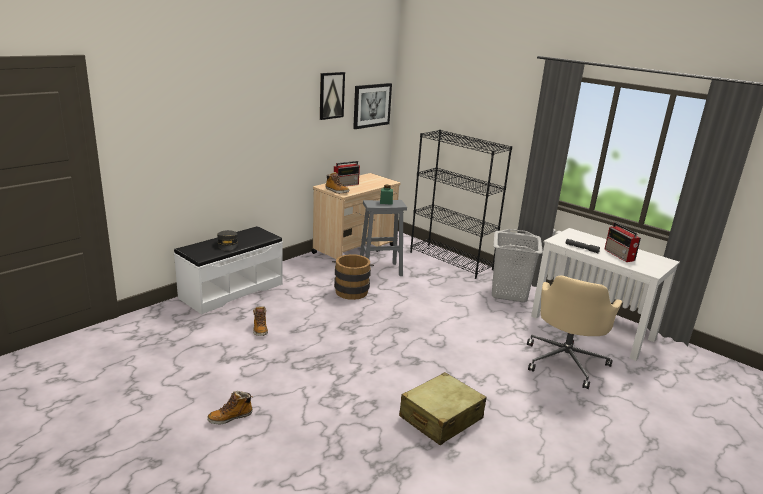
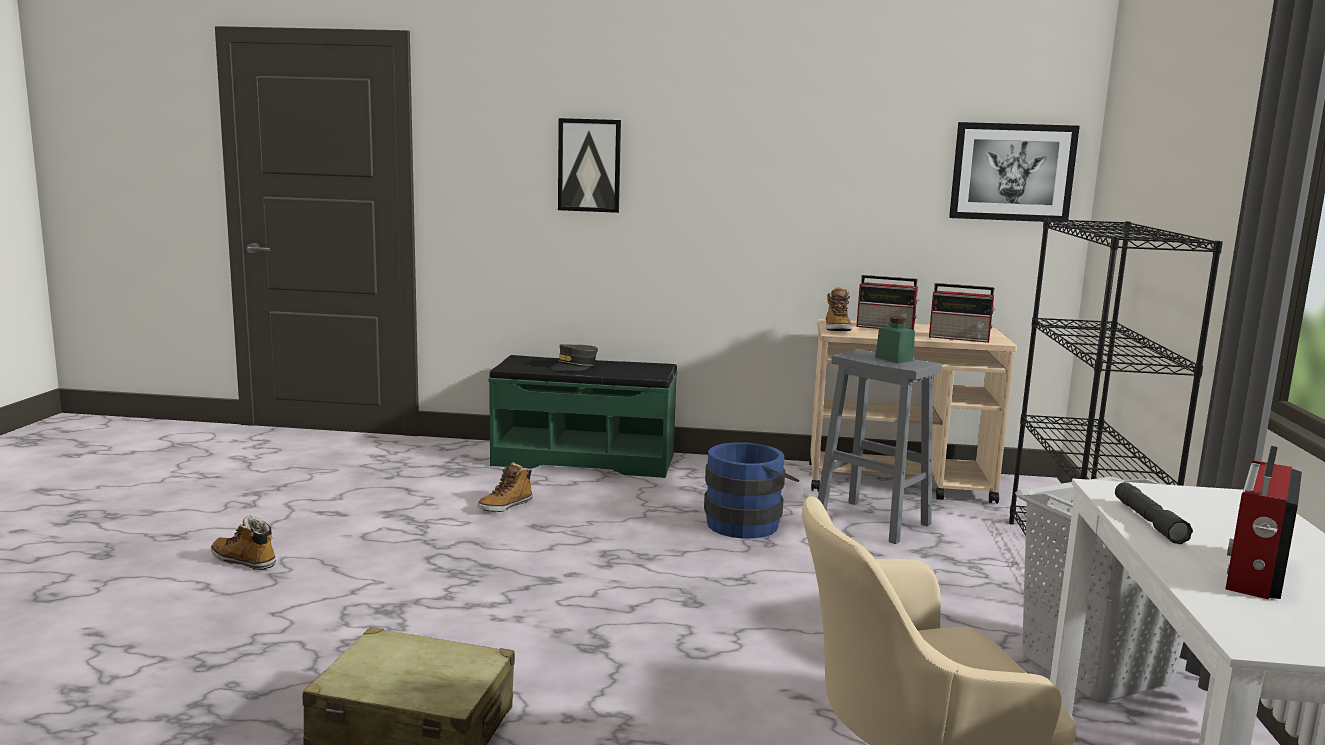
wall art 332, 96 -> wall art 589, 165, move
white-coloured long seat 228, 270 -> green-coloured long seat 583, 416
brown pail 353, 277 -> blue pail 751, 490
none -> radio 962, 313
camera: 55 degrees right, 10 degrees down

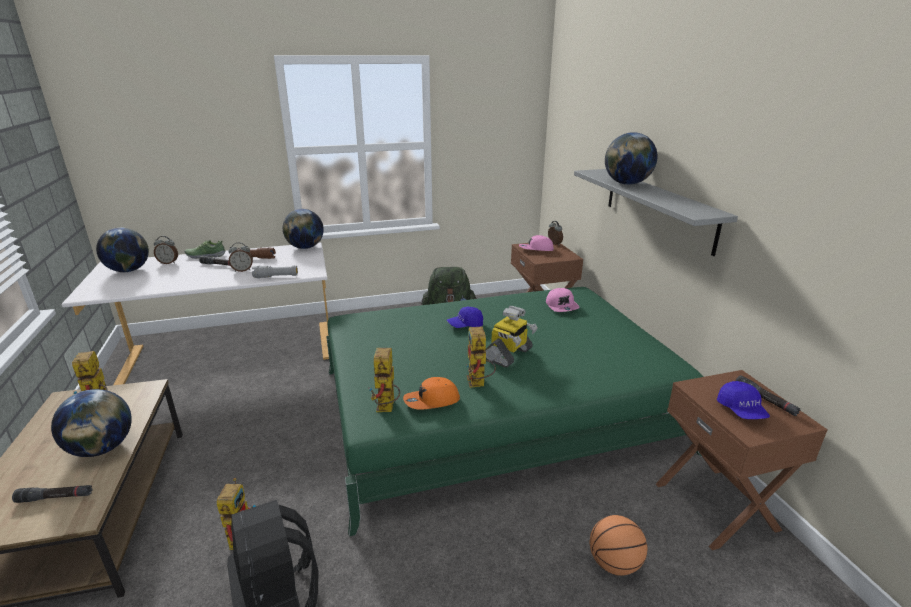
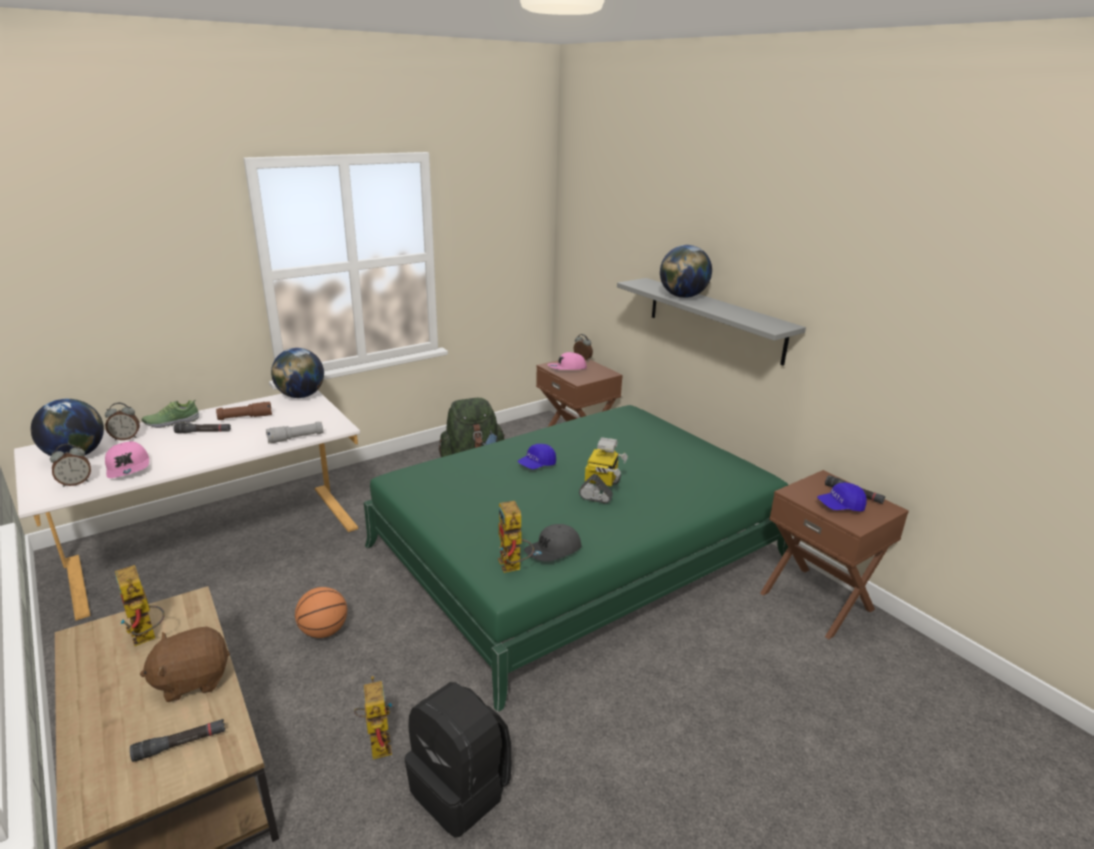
bedside clock 240, 257 -> bedside clock 70, 465, move
pinkish baseball cap 562, 300 -> pinkish baseball cap 127, 459, move
robot figure 481, 357 -> none
orange-coloured baseball cap 431, 393 -> grey baseball cap 552, 542
blue baseball cap 743, 400 -> blue baseball cap 842, 496, 105 degrees clockwise
globe 91, 423 -> brown plush toy 185, 664
ball for basketball 618, 545 -> ball for basketball 321, 612, move
camera: 20 degrees left, 0 degrees up

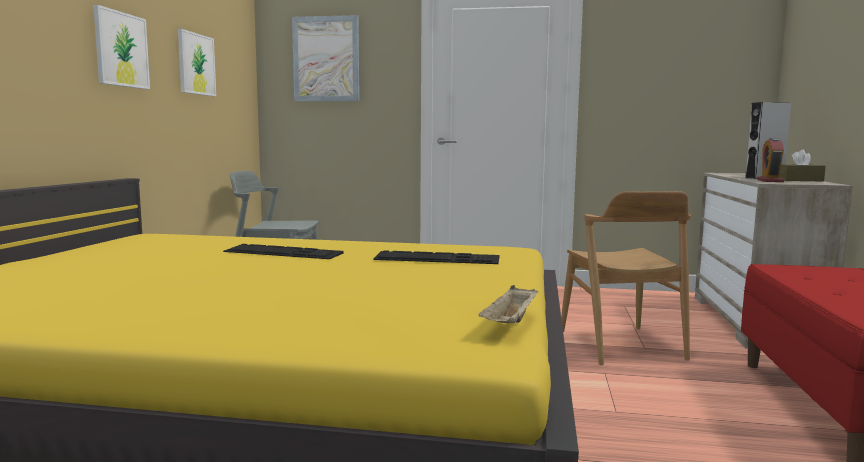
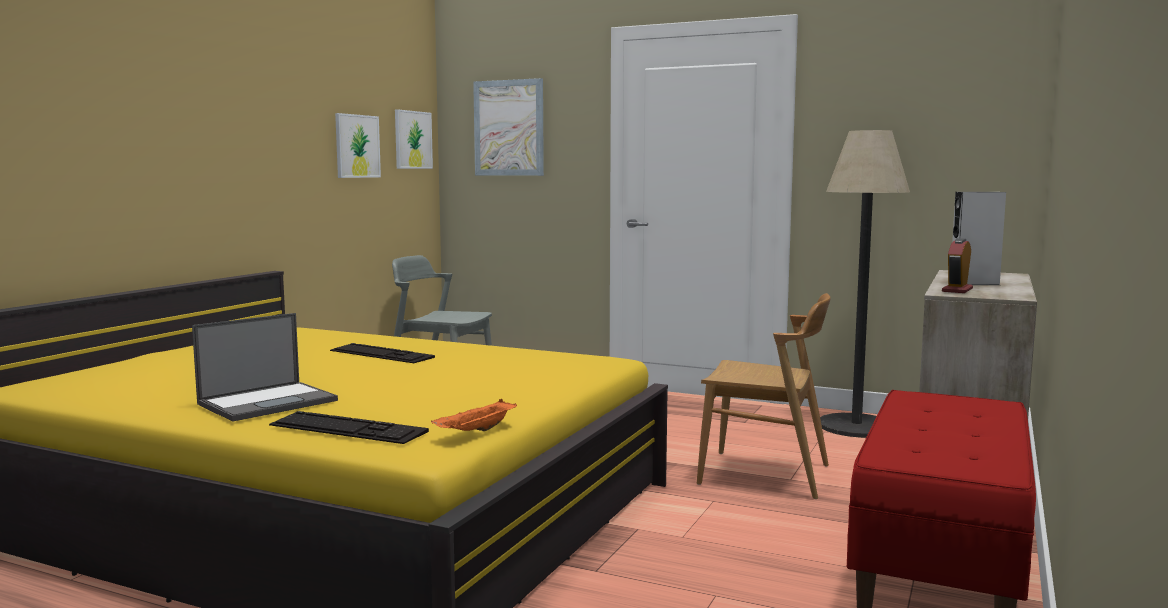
wall art 121, 47 -> wall art 414, 139, move
brown box of tissues 802, 165 -> none
brown chair 626, 278 -> brown chair 763, 396, 75 degrees counterclockwise
keyboard 436, 257 -> keyboard 349, 427, move
beige tray 508, 304 -> orange-coloured tray 474, 415
none -> standard lamp 865, 284
none -> notebook computer 265, 367
camera: 15 degrees right, 0 degrees up

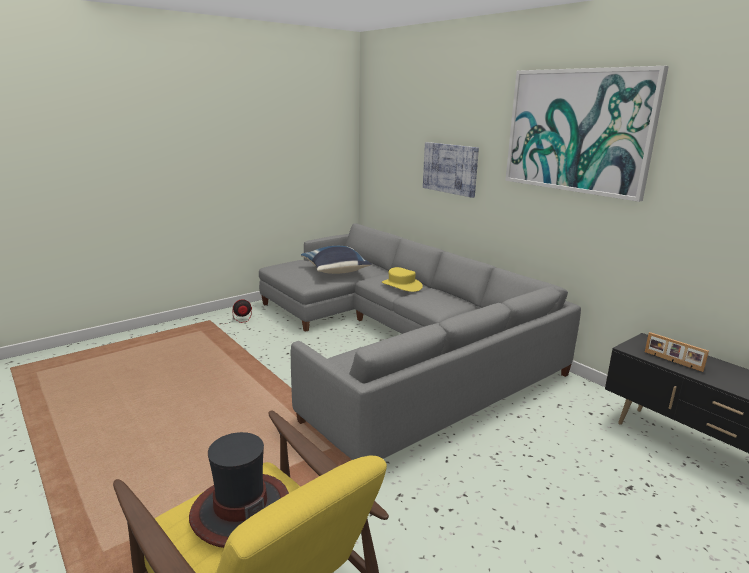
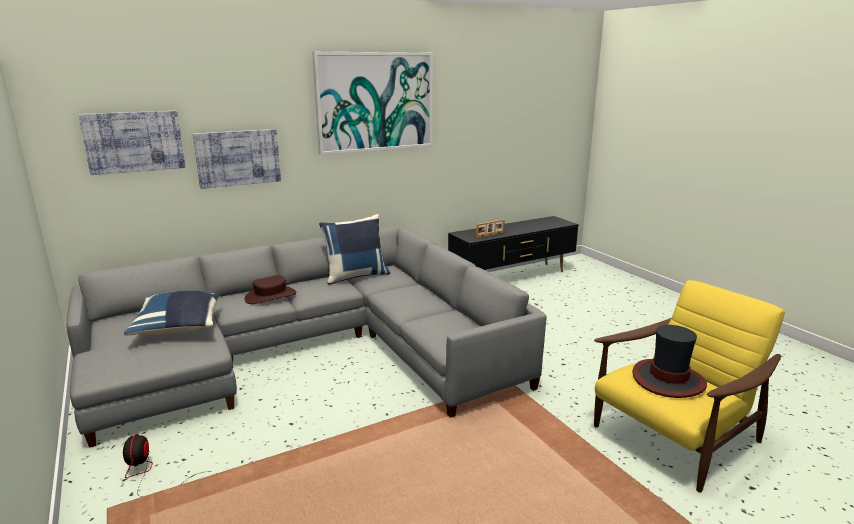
yellow-coloured clothing hat 402, 279 -> brown clothing hat 270, 289
none -> wall art 132, 143
none -> blue pillow 354, 249
camera: 80 degrees left, 0 degrees up

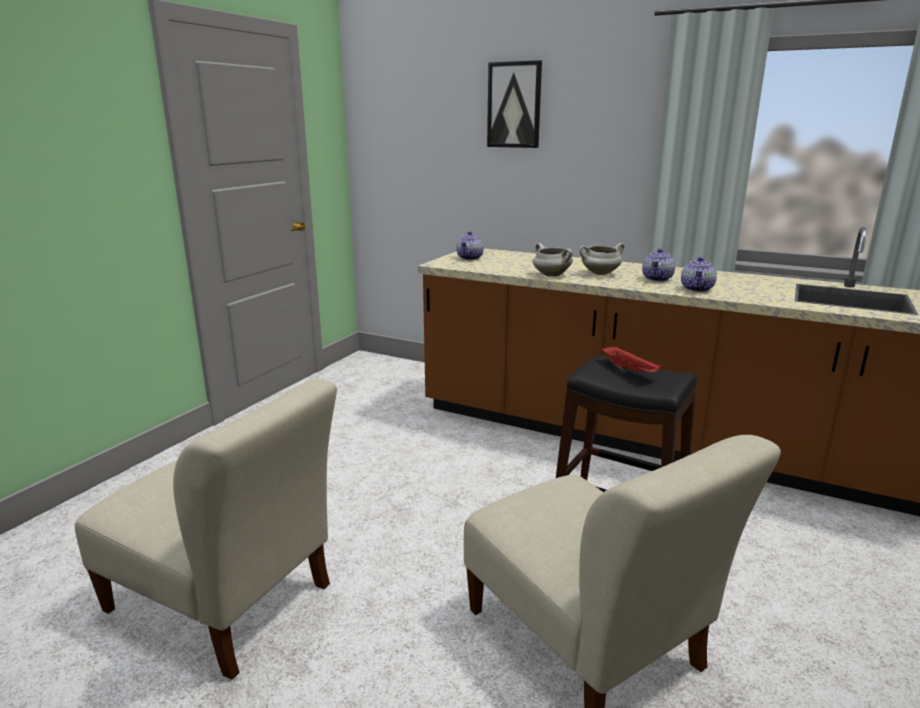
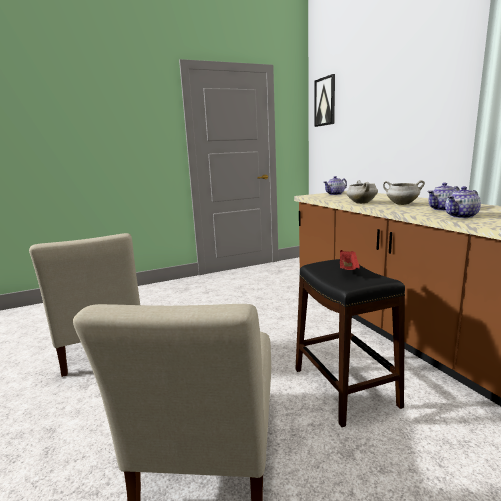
wall art 514, 104 -> wall art 324, 100, move
camera: 40 degrees right, 5 degrees down

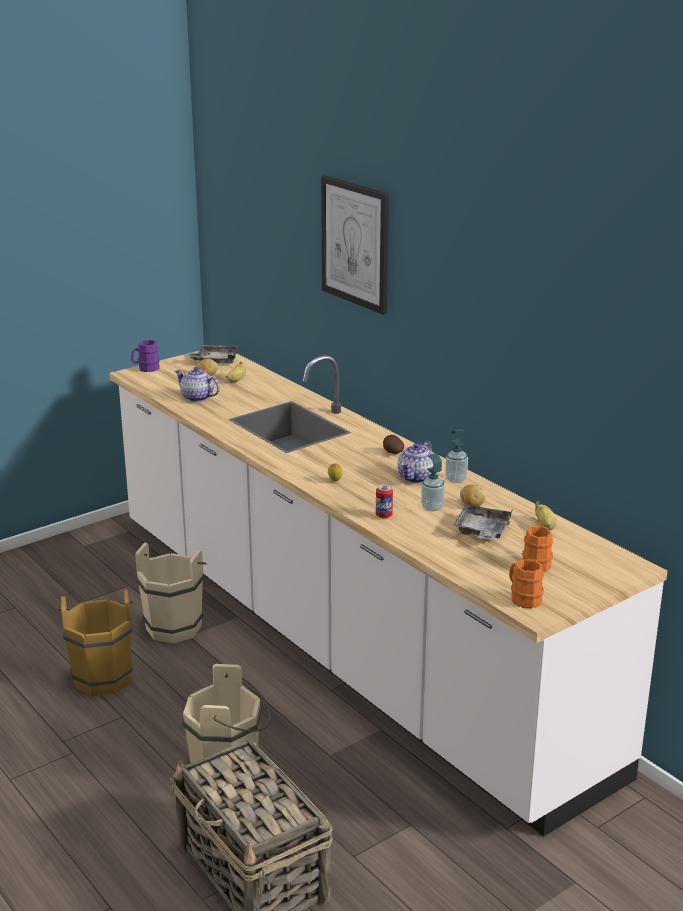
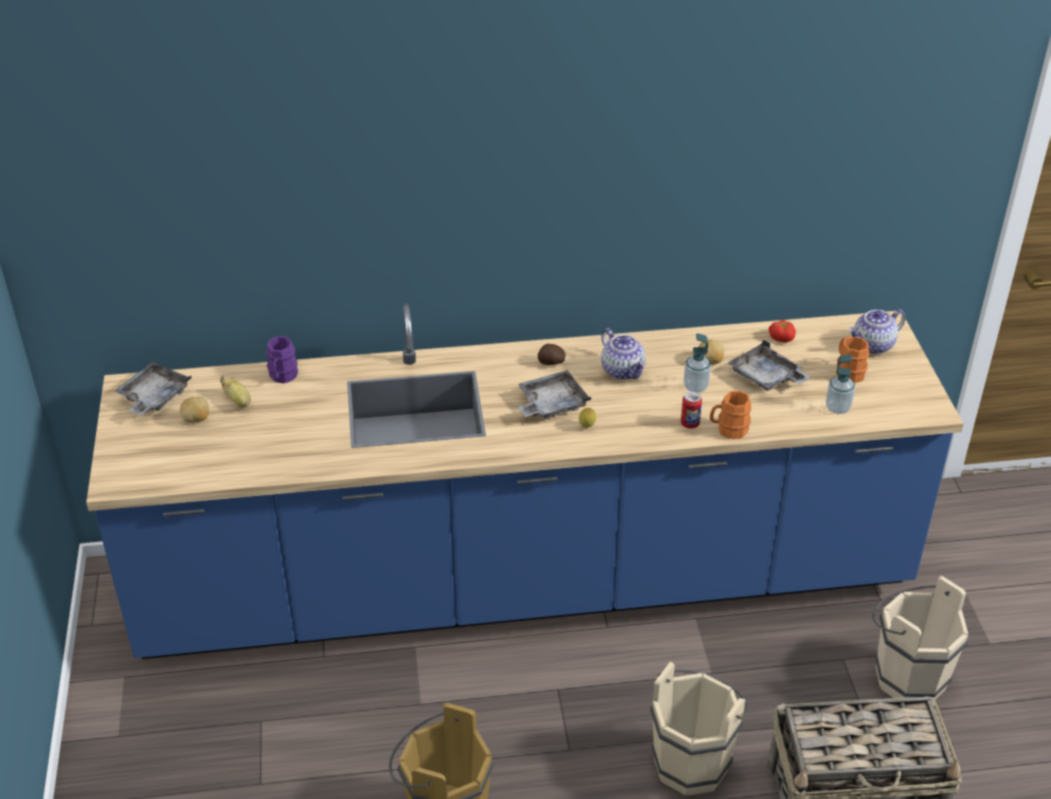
wall art 355, 245 -> none
purple-coloured coffee mug 145, 356 -> purple-coloured coffee mug 282, 360, move
white-coloured kitchen base unit 388, 591 -> blue kitchen base unit 525, 481
tea pot 197, 384 -> tea pot 877, 331, move
liquid soap bottle 456, 456 -> liquid soap bottle 840, 384, move
banana fruit 545, 515 -> whole tomato 782, 331
beige pail 171, 593 -> beige pail 920, 638, move
orange-coloured coffee mug 526, 583 -> orange-coloured coffee mug 730, 415, move
none -> grey tray 554, 394
camera: 60 degrees left, 15 degrees up

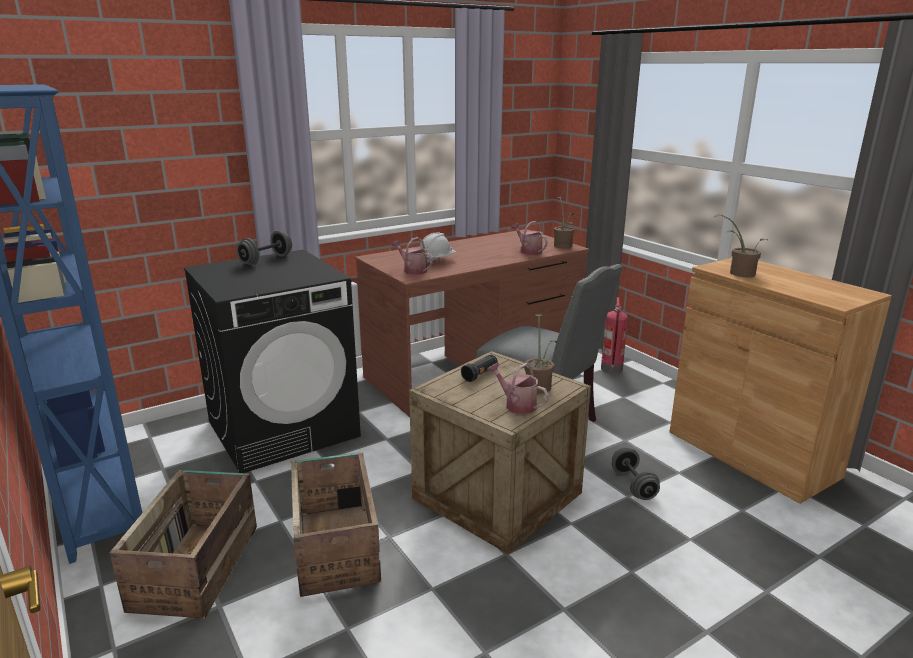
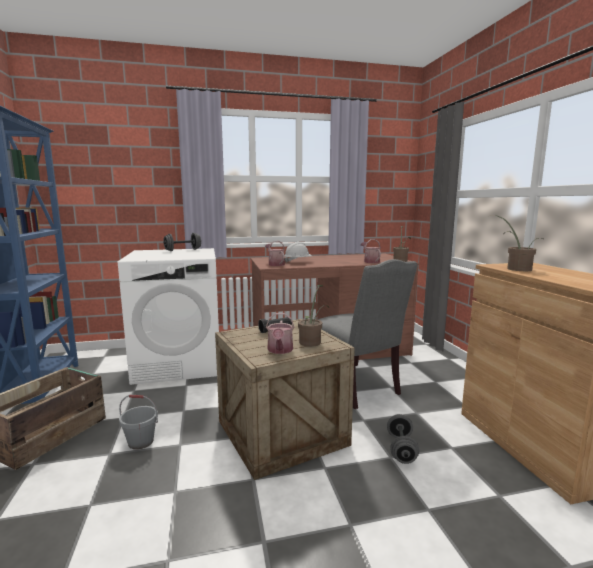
black-coloured laundry appliance 272, 361 -> white-coloured laundry appliance 168, 316
fire-fighting cylinder 614, 335 -> none
watering can 518, 388 -> watering can 280, 333, 150 degrees counterclockwise
crate 336, 524 -> grey pail 138, 422
camera: 20 degrees right, 10 degrees down

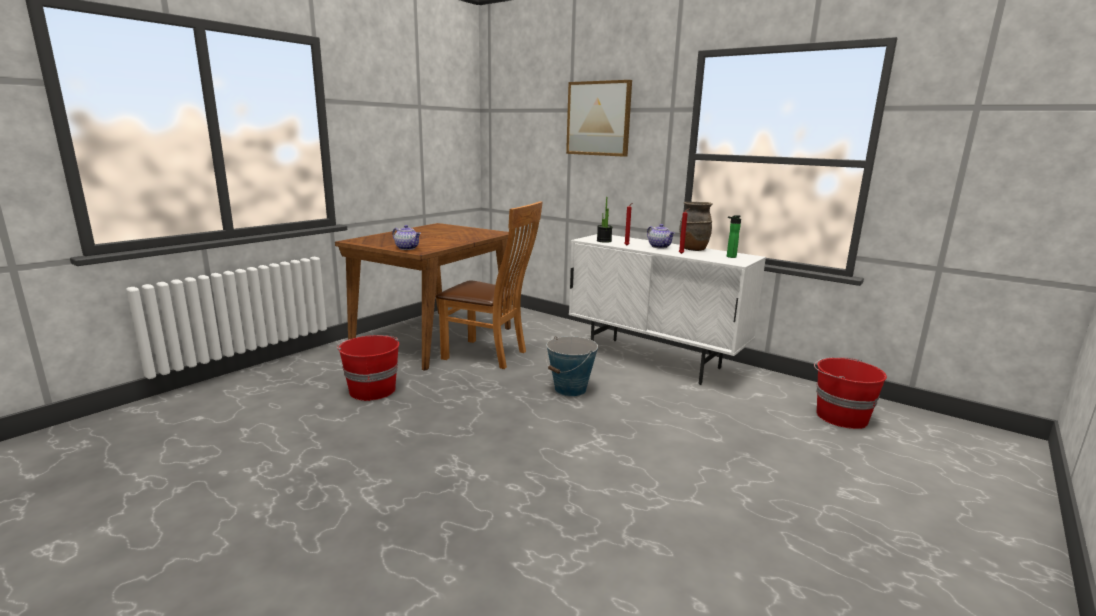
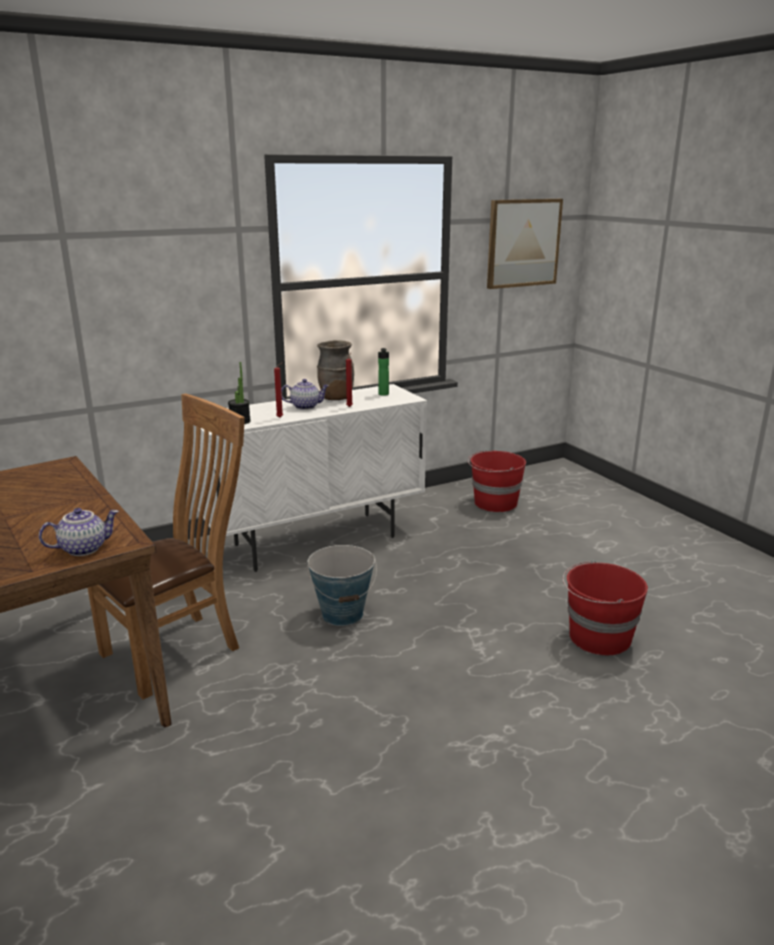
wall art 599, 118 -> wall art 525, 244, move
red pail 368, 368 -> red pail 605, 607, move
camera: 65 degrees left, 5 degrees up

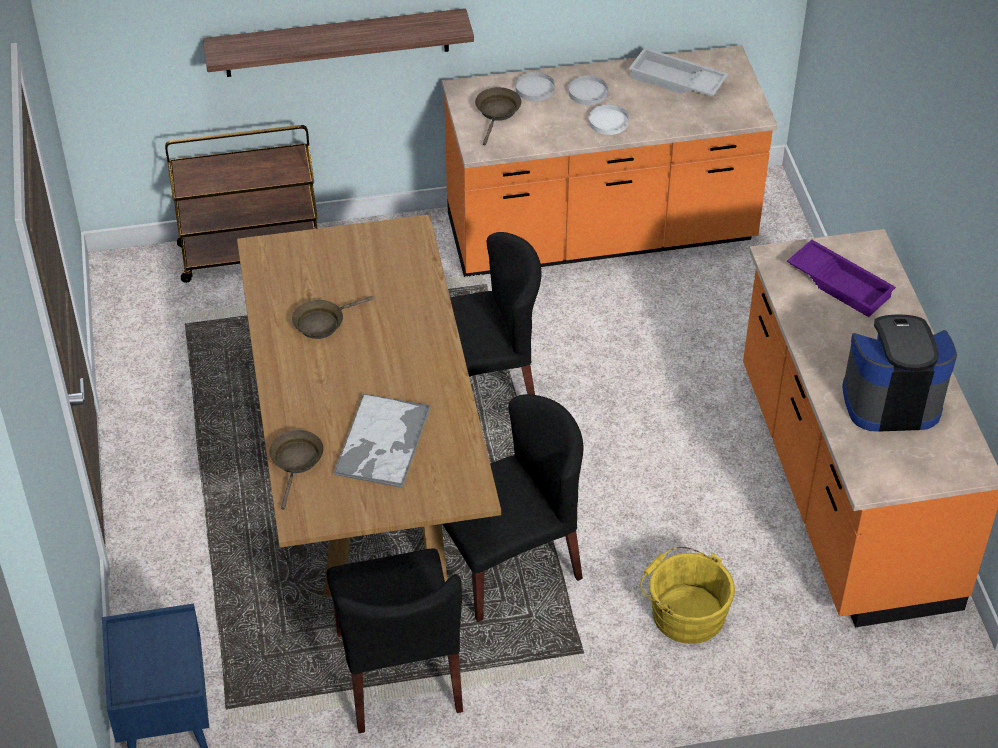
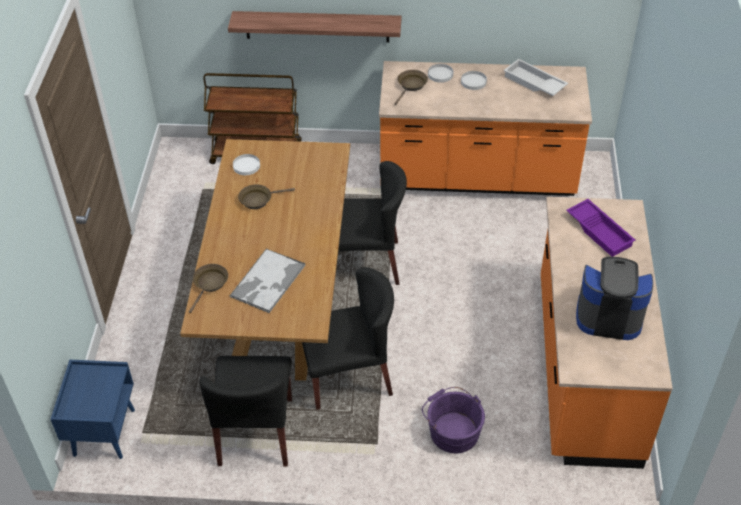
white-coloured flat dish 609, 120 -> white-coloured flat dish 246, 164, move
yellow-coloured pail 687, 595 -> purple-coloured pail 453, 420
camera: 15 degrees right, 0 degrees up

